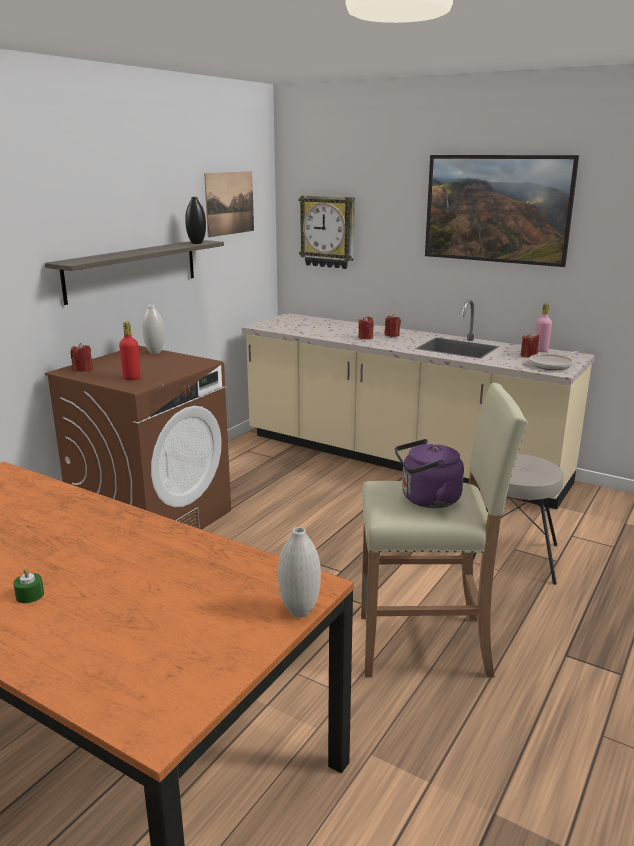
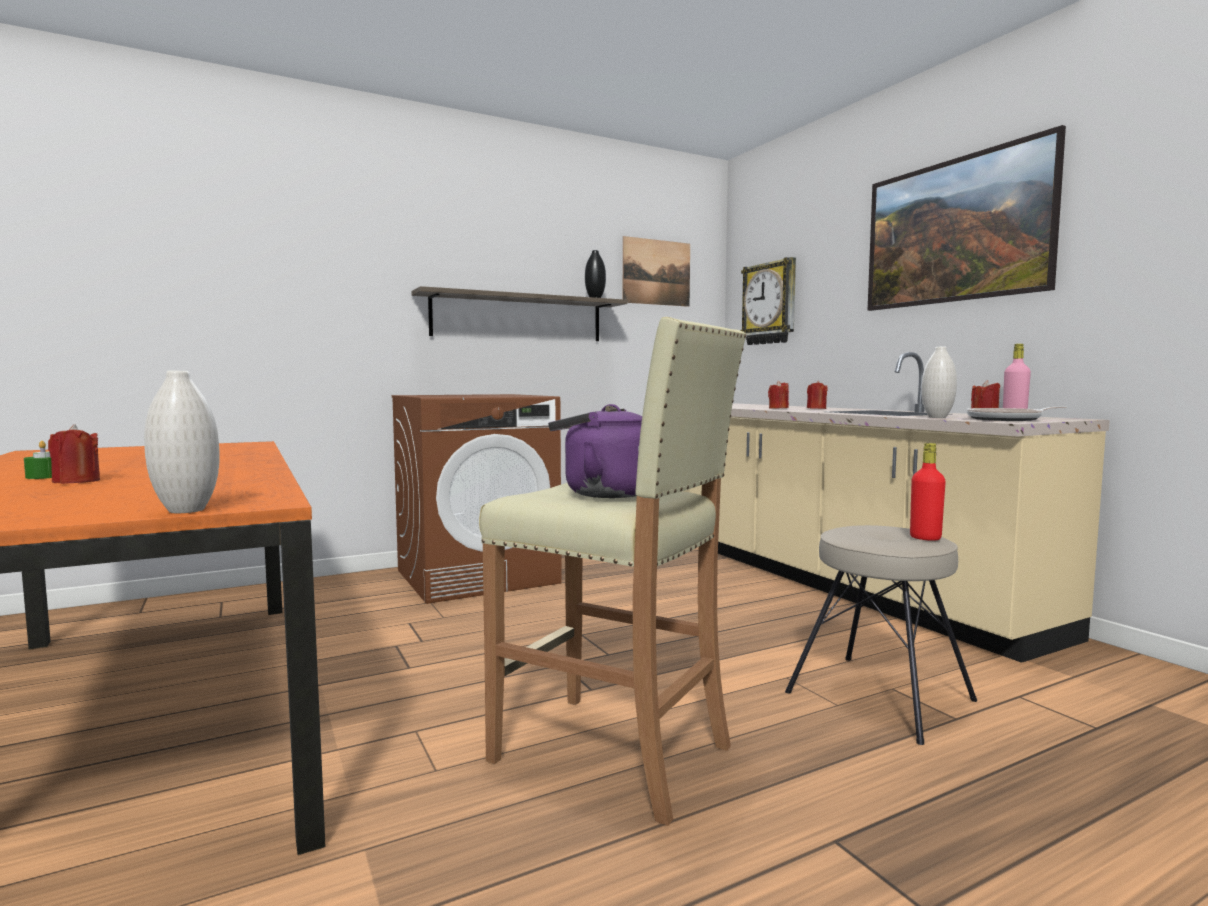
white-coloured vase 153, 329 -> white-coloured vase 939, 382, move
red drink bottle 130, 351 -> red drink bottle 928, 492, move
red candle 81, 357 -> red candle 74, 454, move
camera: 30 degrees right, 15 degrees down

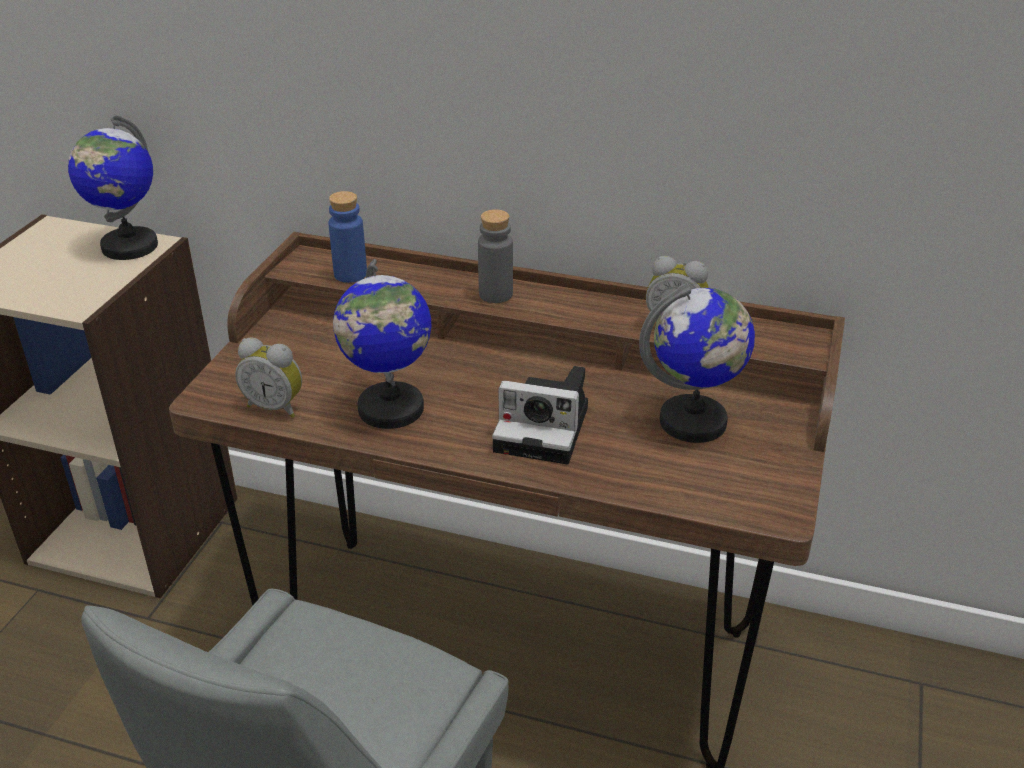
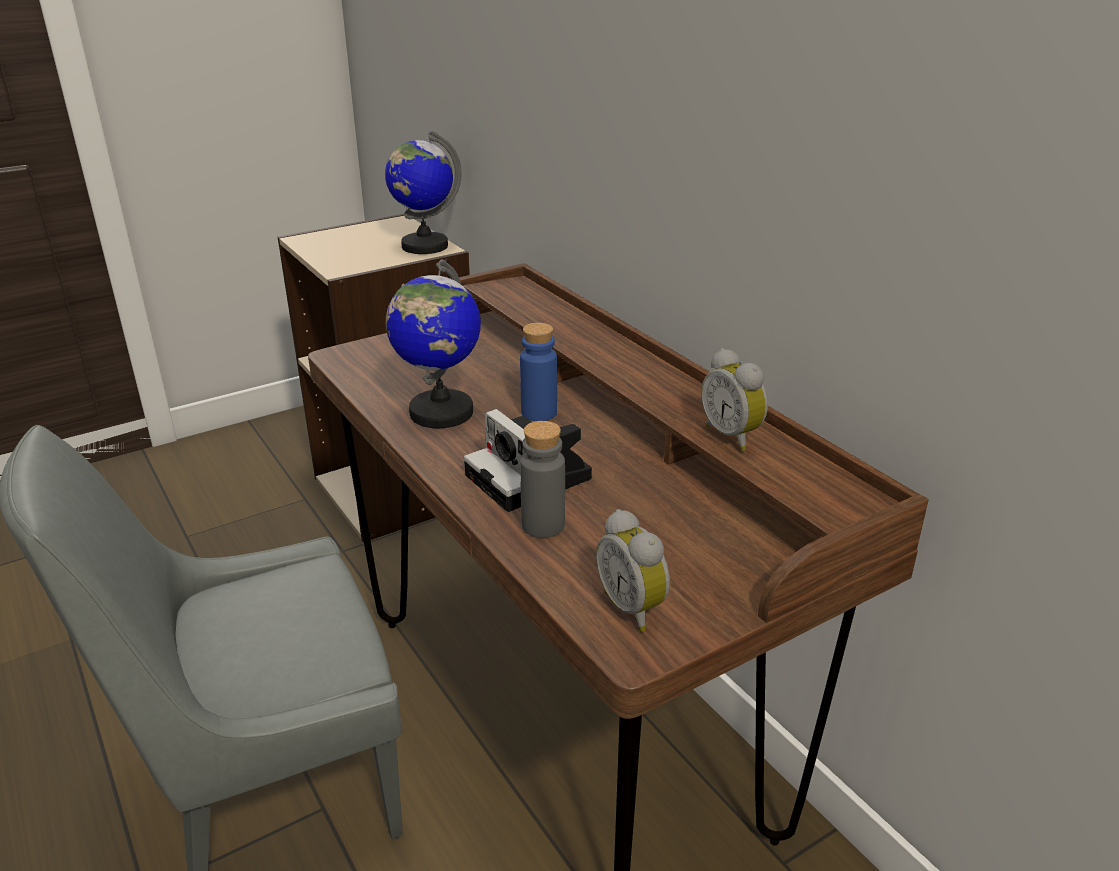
blue drink bottle 347, 237 -> blue drink bottle 538, 372, move
grey drink bottle 495, 256 -> grey drink bottle 542, 479, move
globe 697, 363 -> none
bedside clock 268, 377 -> bedside clock 633, 570, move
camera: 40 degrees right, 5 degrees down

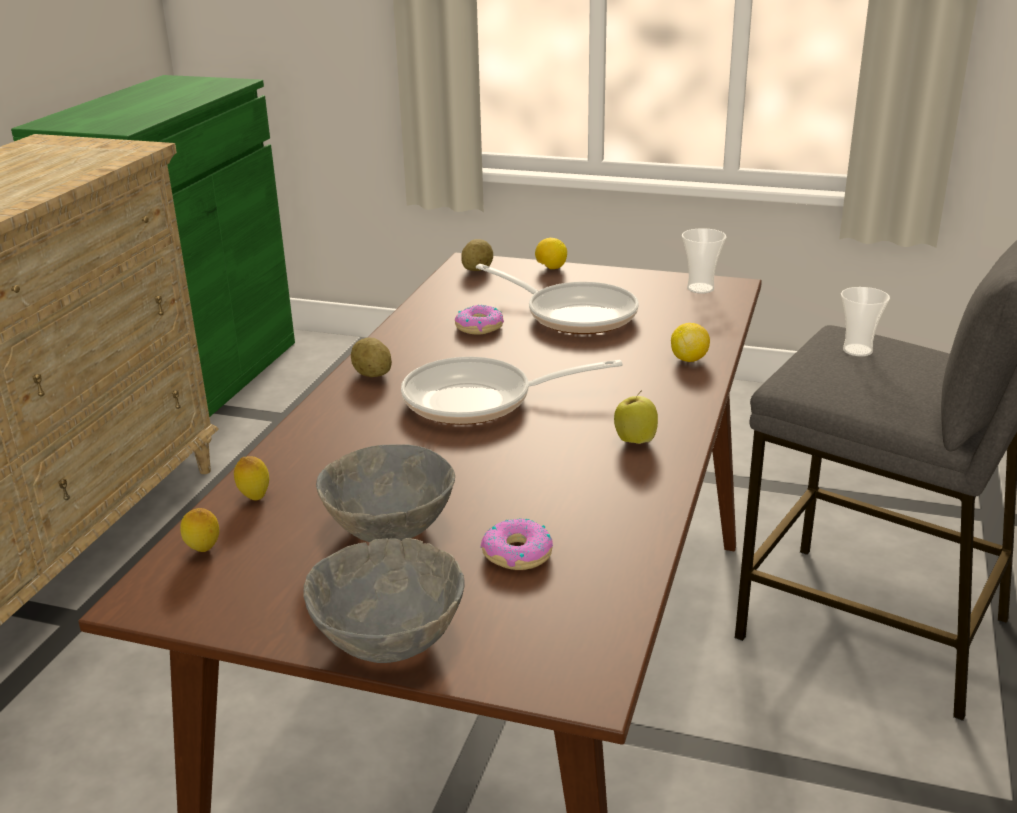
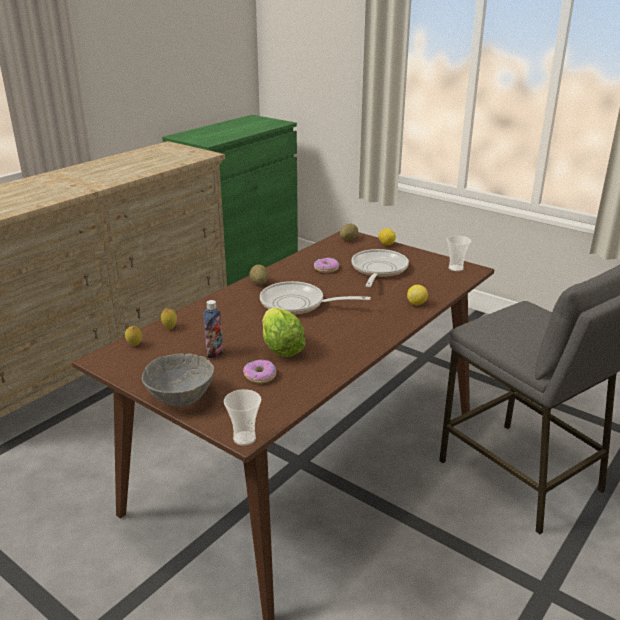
pan 557, 299 -> pan 380, 268, 135 degrees counterclockwise
drinking cup 865, 322 -> drinking cup 242, 417, move
apple fruit 636, 417 -> none
grey deep dish 385, 493 -> drink bottle 213, 329
none -> lettuce head 284, 332
camera: 20 degrees right, 0 degrees up

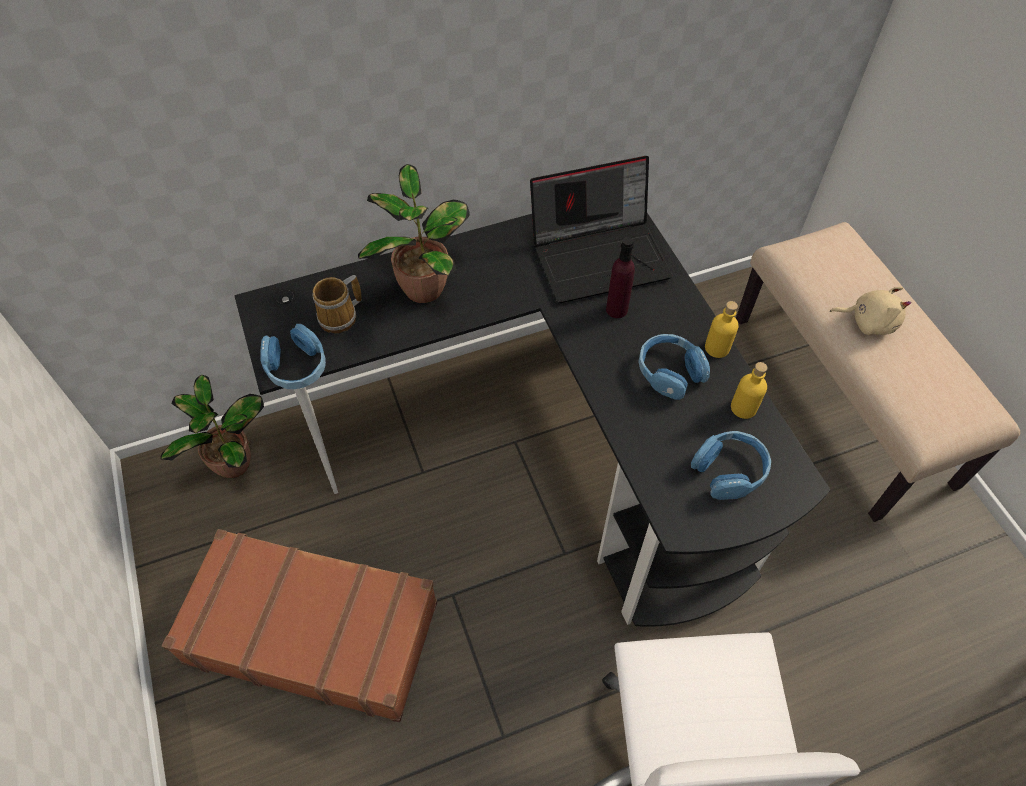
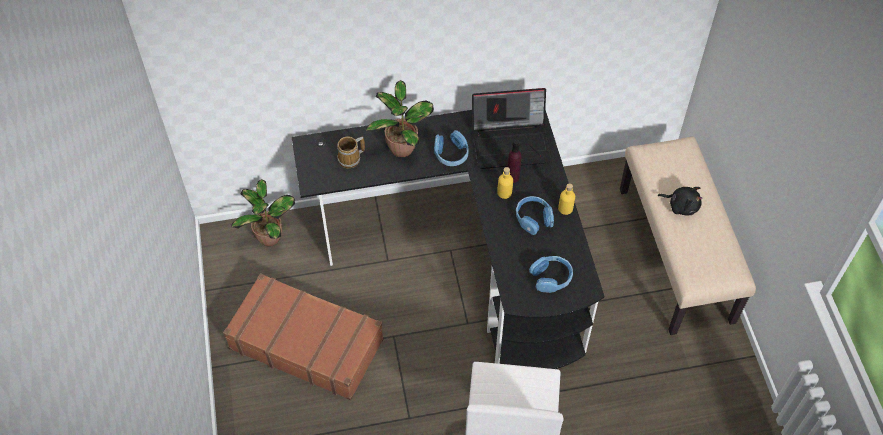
beige plush toy 871, 311 -> black-coloured plush toy 680, 201
blue headset 293, 356 -> blue headset 451, 148, move
yellow-coloured drink bottle 749, 390 -> yellow-coloured drink bottle 505, 183, move
camera: 10 degrees right, 0 degrees up

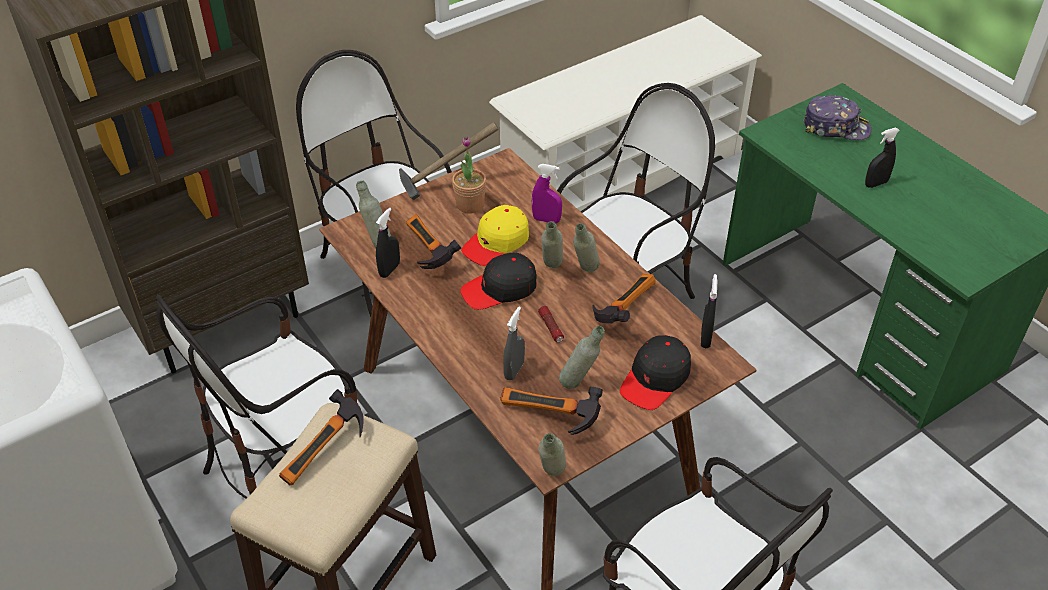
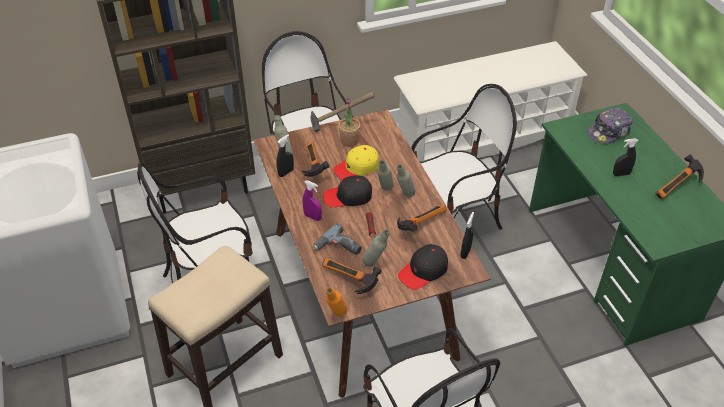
baseball cap 837, 117 -> baseball cap 610, 125, 120 degrees clockwise
purple-coloured hand sprayer 547, 193 -> purple-coloured hand sprayer 312, 200, move
grey hand sprayer 514, 343 -> drill 337, 239
hammer 321, 437 -> hammer 679, 177, move
grey drink bottle 552, 454 -> orange-coloured drink bottle 336, 302
camera: 15 degrees right, 0 degrees up

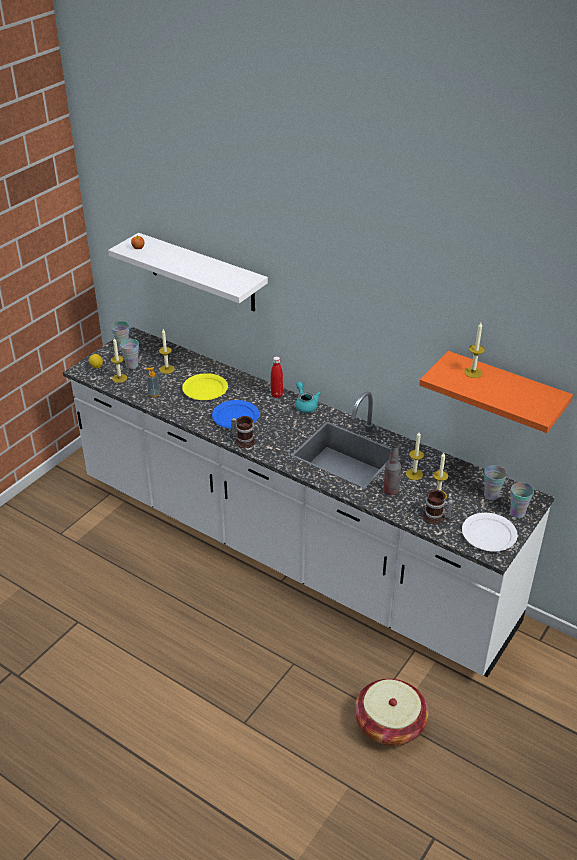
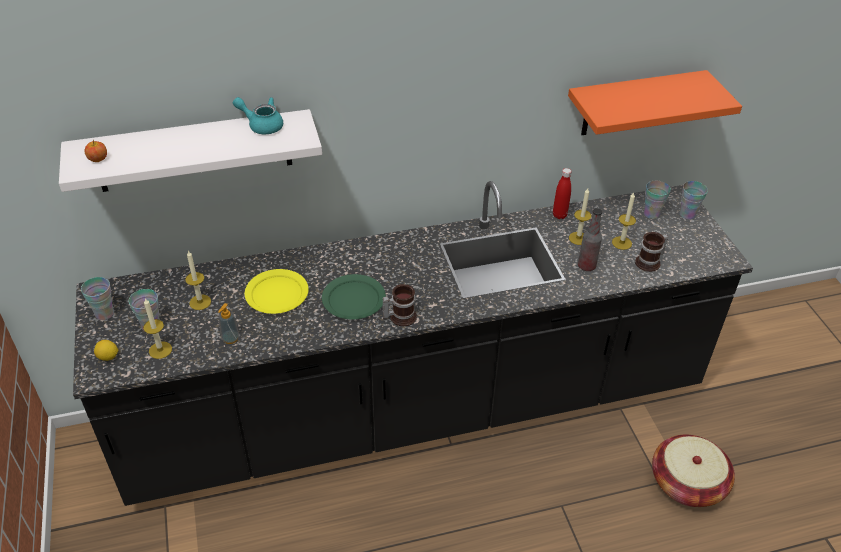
candle 474, 350 -> none
white-coloured kitchen base unit 309, 502 -> black-coloured kitchen base unit 413, 343
red drink bottle 277, 377 -> red drink bottle 562, 193, move
blue-green tea pot 308, 397 -> blue-green tea pot 258, 115, move
blue flat dish 235, 414 -> green-coloured flat dish 354, 297
white-coloured flat dish 490, 532 -> none
camera: 50 degrees left, 5 degrees up

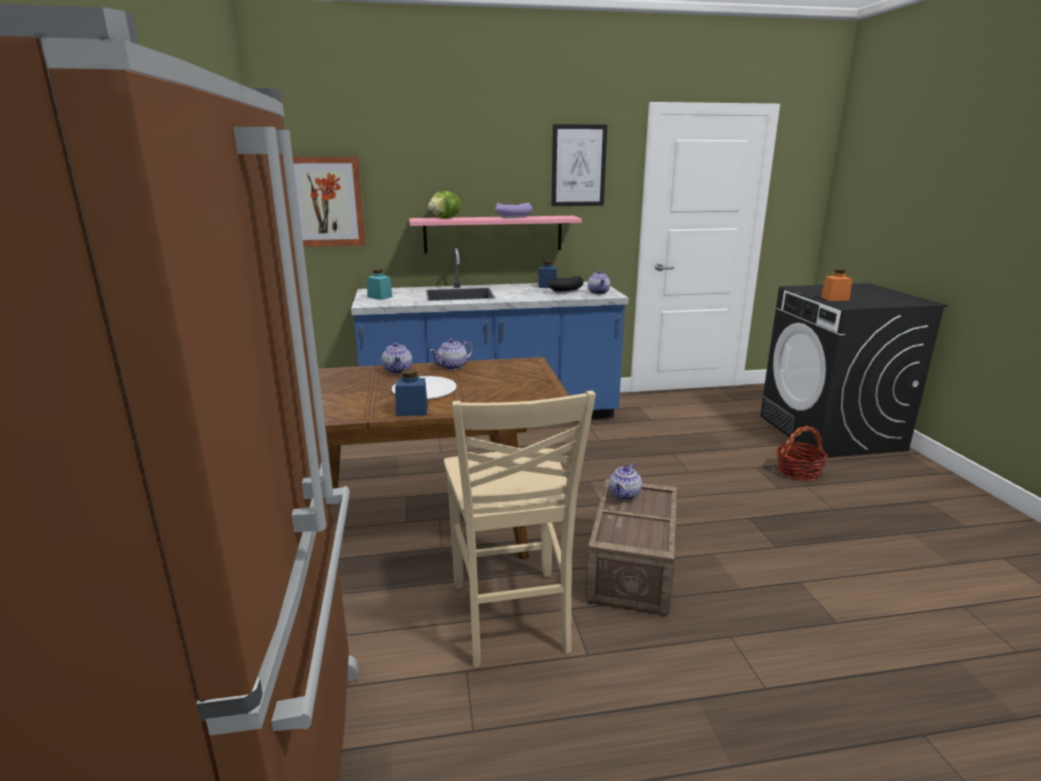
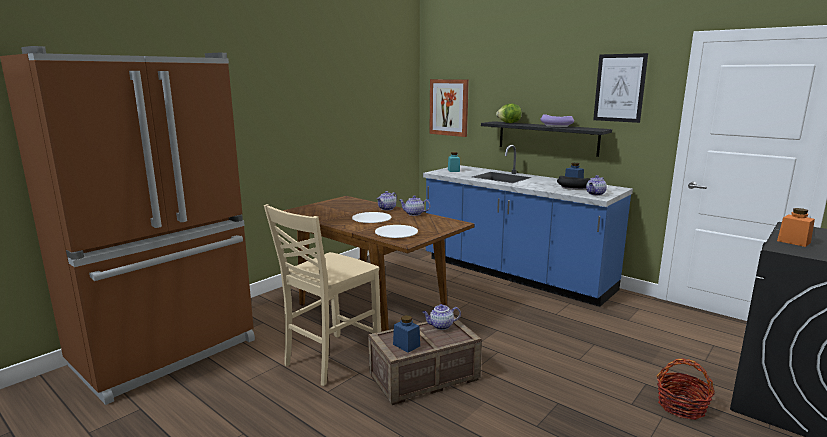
pinkish shelf 495, 234 -> black-coloured shelf 546, 139
blue jar 411, 392 -> blue jar 406, 334, move
none -> white-coloured flat dish 396, 231
camera: 50 degrees right, 5 degrees down

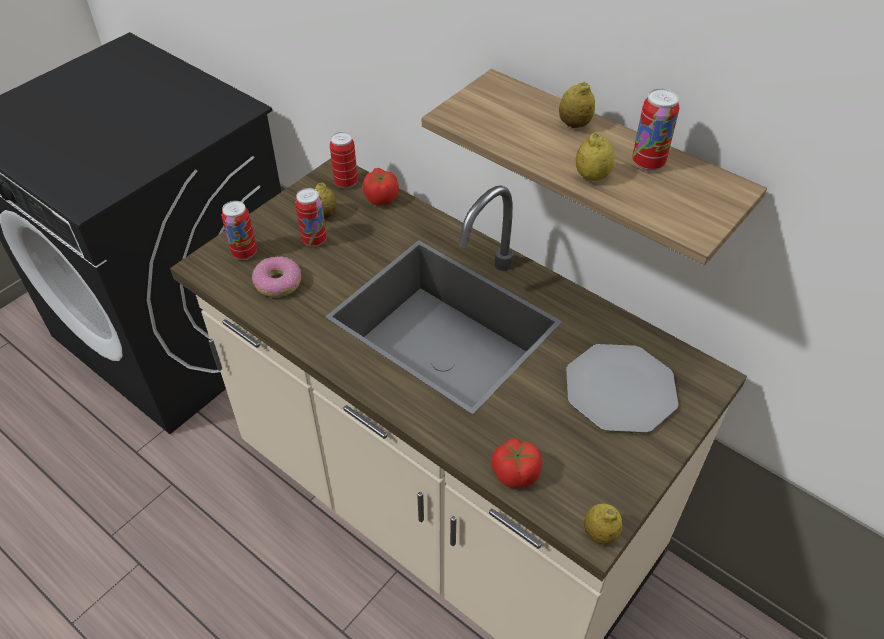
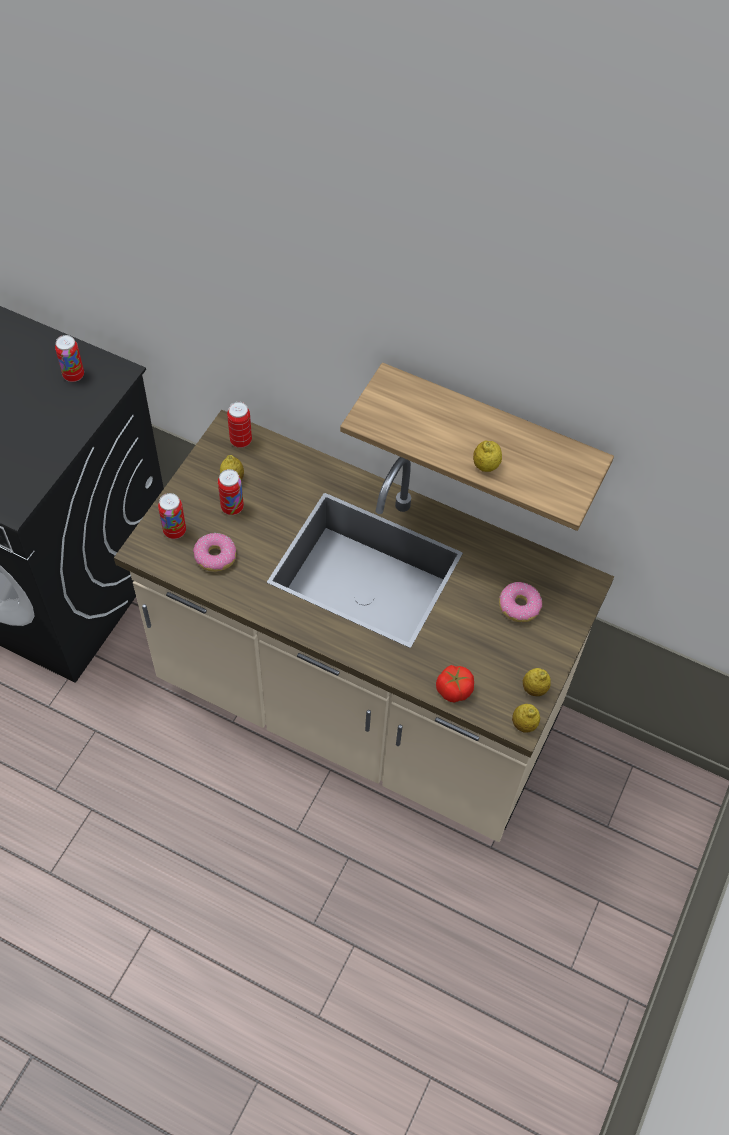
lemon 577, 105 -> lemon 537, 682, move
metal can 655, 129 -> metal can 69, 358, move
whole tomato 381, 187 -> none
flat dish 622, 388 -> ring doughnut 520, 602
camera: 15 degrees left, 10 degrees up

